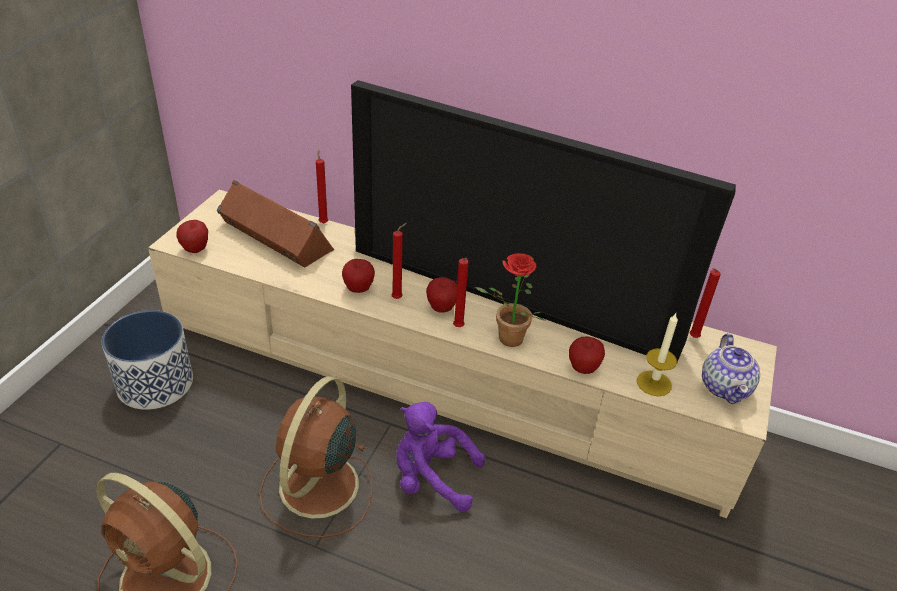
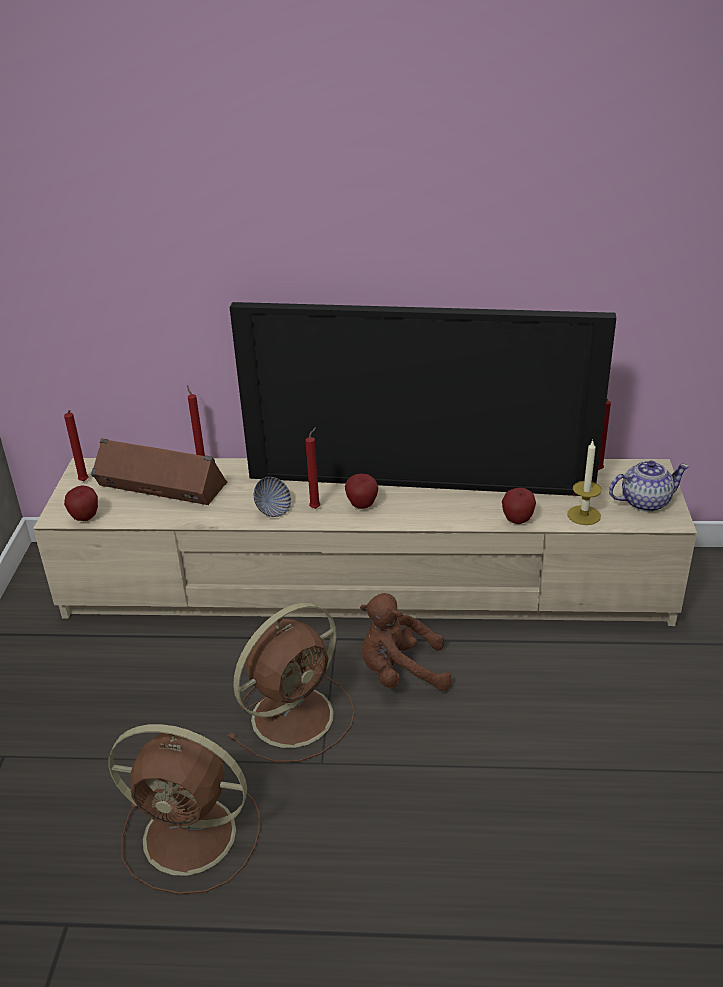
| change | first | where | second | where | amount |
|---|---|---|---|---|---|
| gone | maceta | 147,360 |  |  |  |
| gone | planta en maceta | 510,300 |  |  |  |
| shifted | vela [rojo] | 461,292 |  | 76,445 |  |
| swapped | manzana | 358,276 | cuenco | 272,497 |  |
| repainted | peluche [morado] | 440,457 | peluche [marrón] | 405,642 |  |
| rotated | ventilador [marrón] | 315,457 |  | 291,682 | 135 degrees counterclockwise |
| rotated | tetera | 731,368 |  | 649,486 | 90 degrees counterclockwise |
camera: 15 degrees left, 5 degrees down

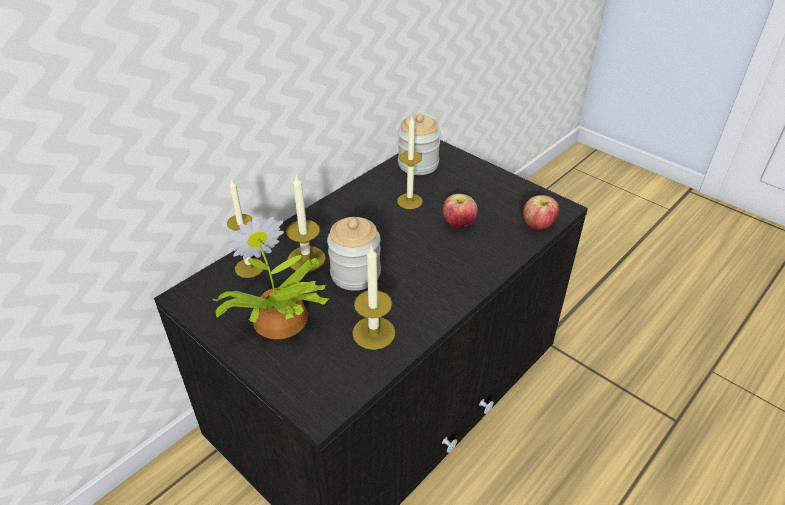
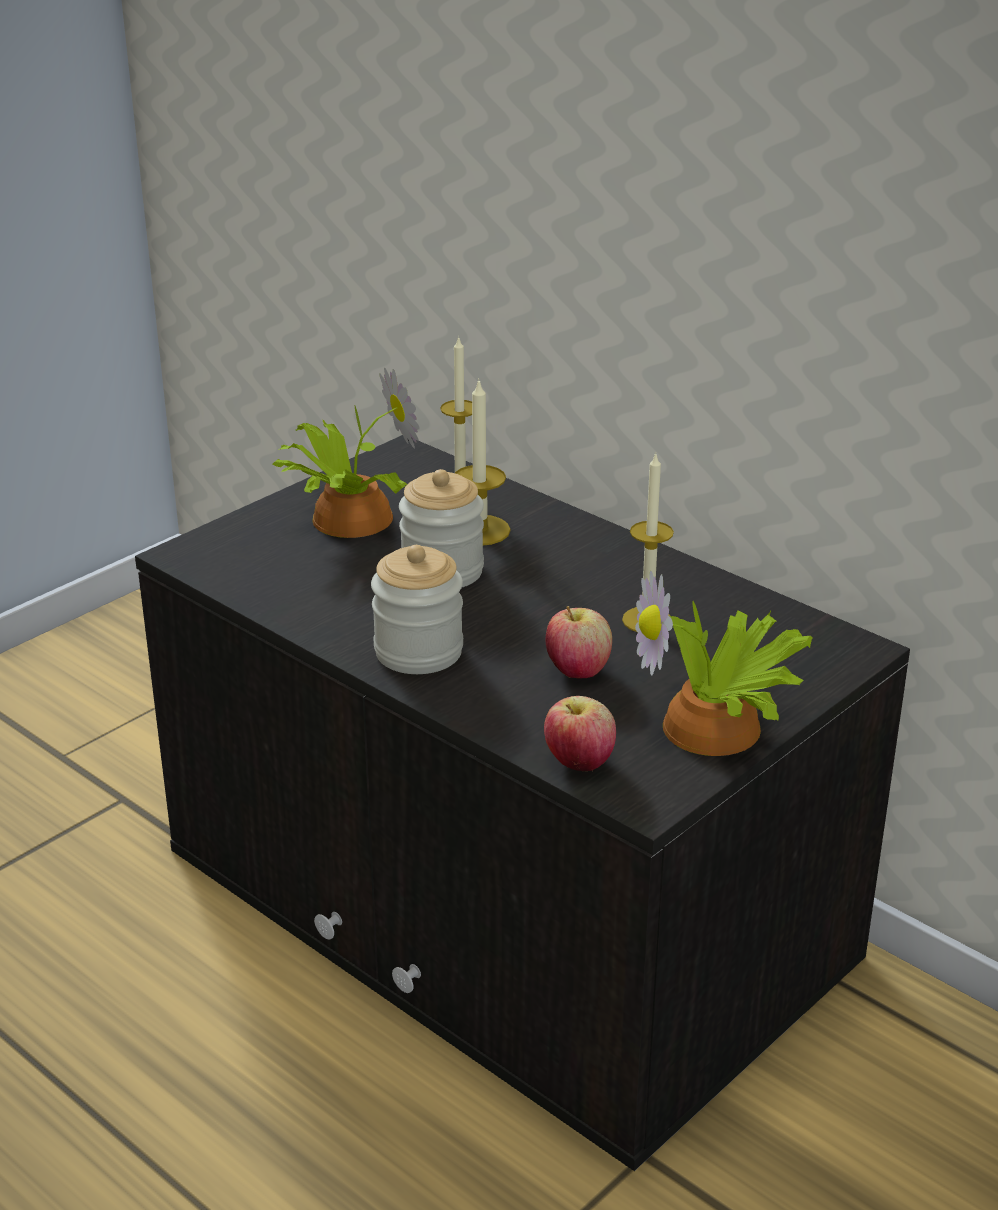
| change | first | where | second | where | amount |
|---|---|---|---|---|---|
| gone | vela | 373,297 |  |  |  |
| new |  |  | planta en maceta | 724,663 |  |
| shifted | tarro | 419,144 |  | 417,609 |  |
camera: 90 degrees right, 10 degrees down

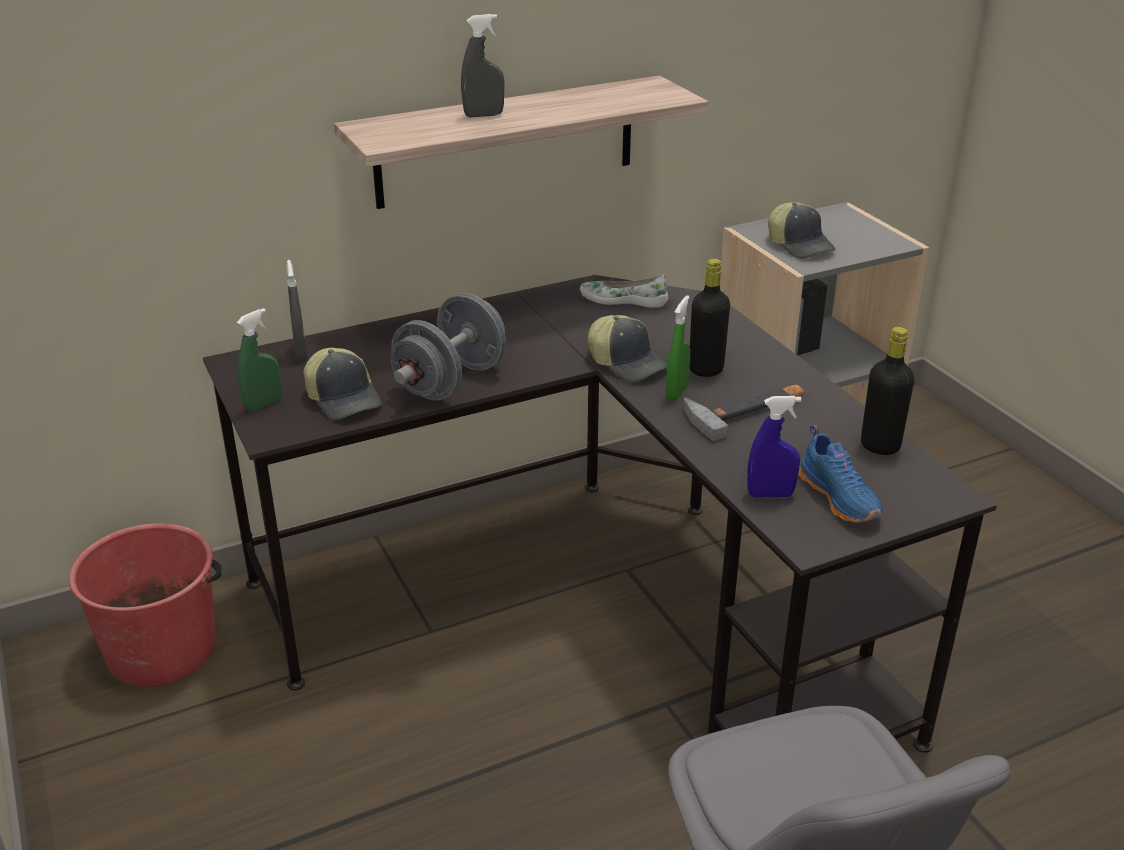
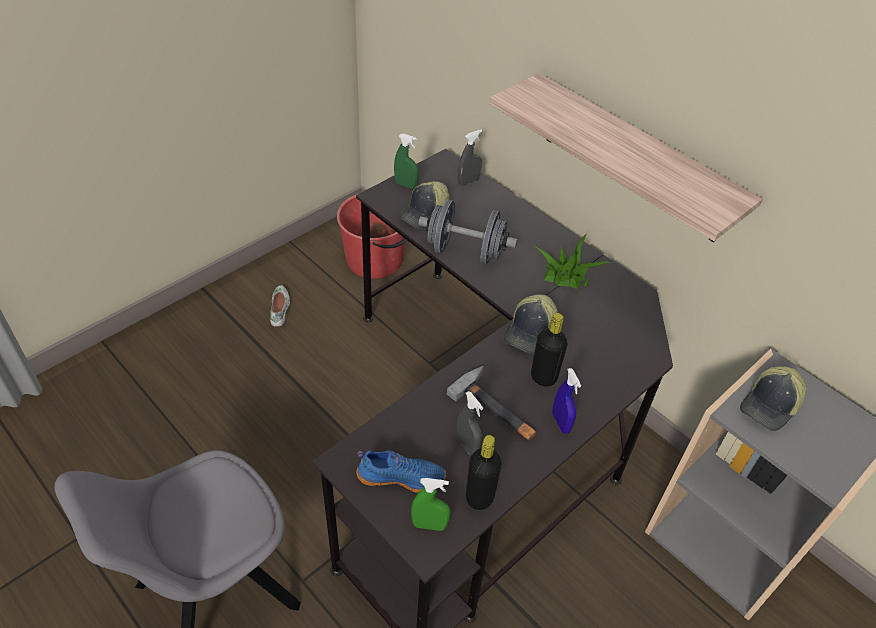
| change | first | where | second | where | amount |
|---|---|---|---|---|---|
| new |  |  | planta en maceta | 573,261 |  |
| shifted | pulverizador [gris] | 482,65 |  | 469,423 |  |
| shifted | zapato [blanco] | 624,291 |  | 280,306 |  |
| shifted | pulverizador [verde] | 678,347 |  | 431,504 |  |
| shifted | pulverizador [azul] | 774,446 |  | 566,401 |  |
| rotated | zapato [azul] | 840,474 |  | 401,472 | 135 degrees counterclockwise |
camera: 70 degrees right, 15 degrees up

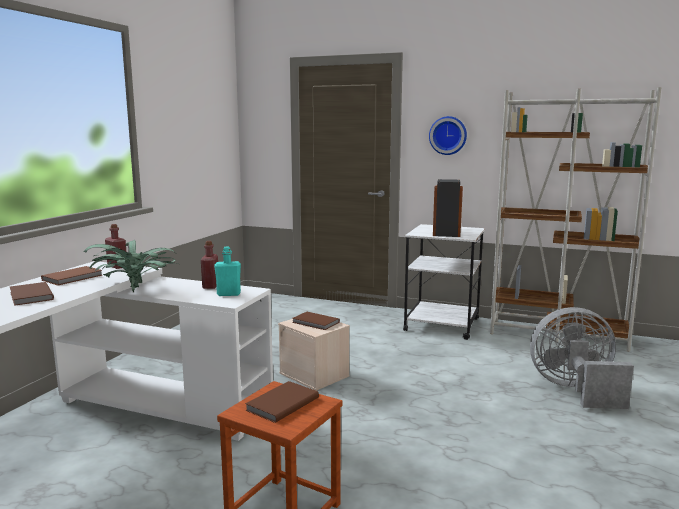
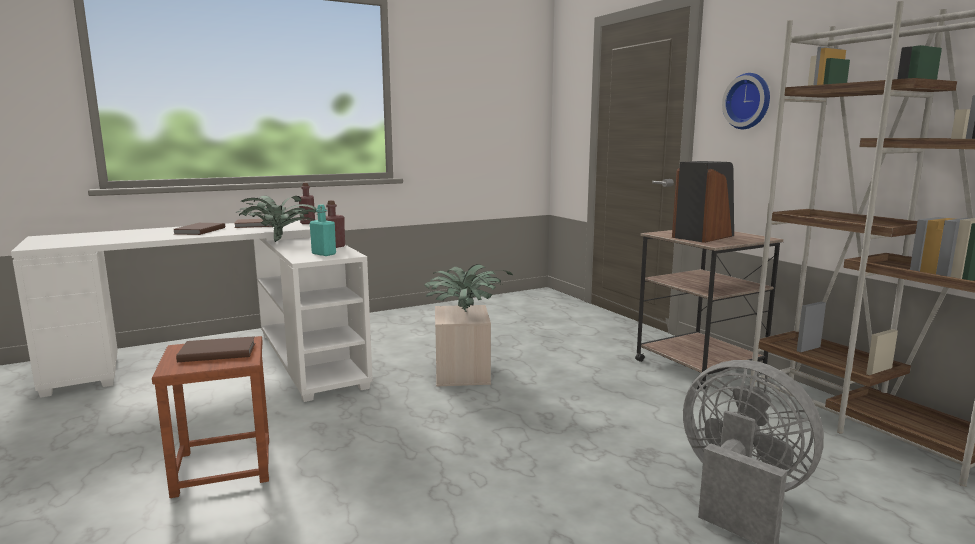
| change | first | where | second | where | amount |
|---|---|---|---|---|---|
| swapped | libro [marrón] | 316,321 | planta en maceta | 468,288 |  |
| repainted | carrito [blanco] | 444,282 | carrito [marrón] | 709,310 |  |
camera: 40 degrees right, 0 degrees up

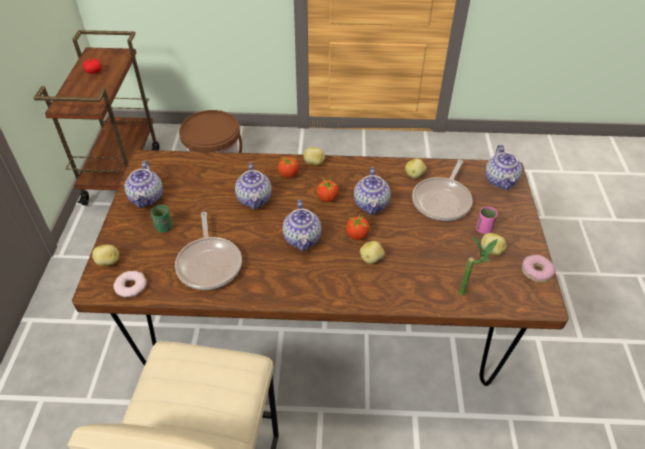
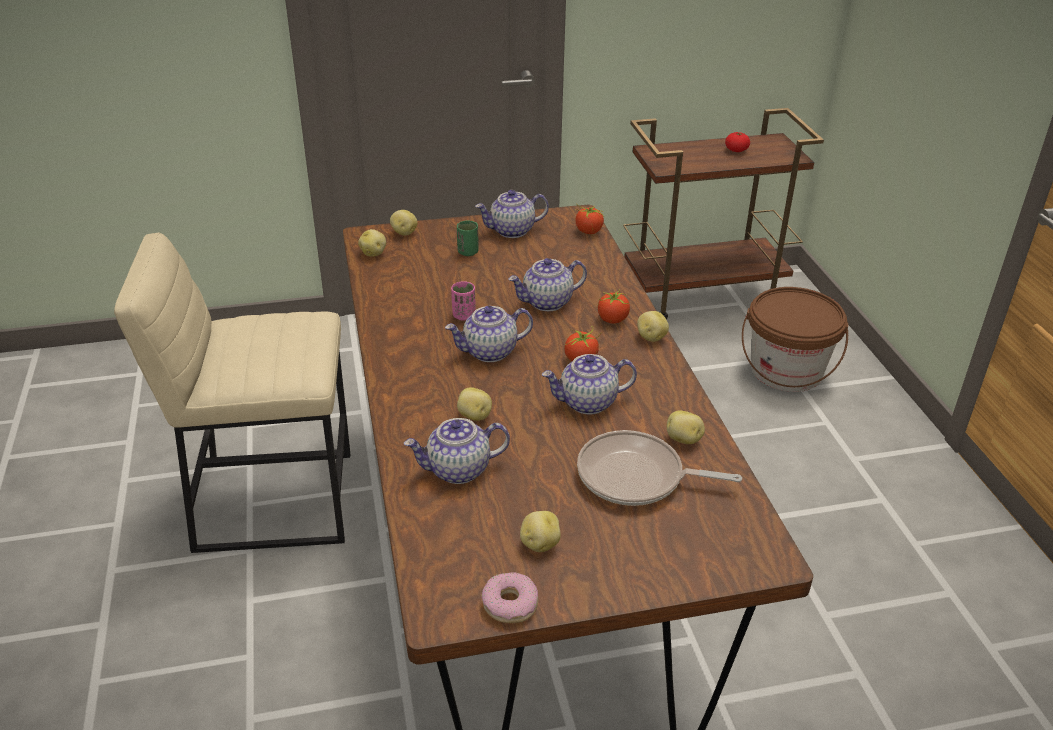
| change | first | where | second | where | amount |
|---|---|---|---|---|---|
| gone | sartén | 208,251 |  |  |  |
| gone | planta en maceta | 478,265 |  |  |  |
| shifted | tomate | 358,227 |  | 589,219 |  |
| shifted | taza [rosa] | 487,220 |  | 463,301 |  |
| shifted | tetera | 503,167 |  | 457,451 |  |
| swapped | rosquilla | 130,284 | patata | 372,242 |  |
camera: 75 degrees right, 10 degrees down

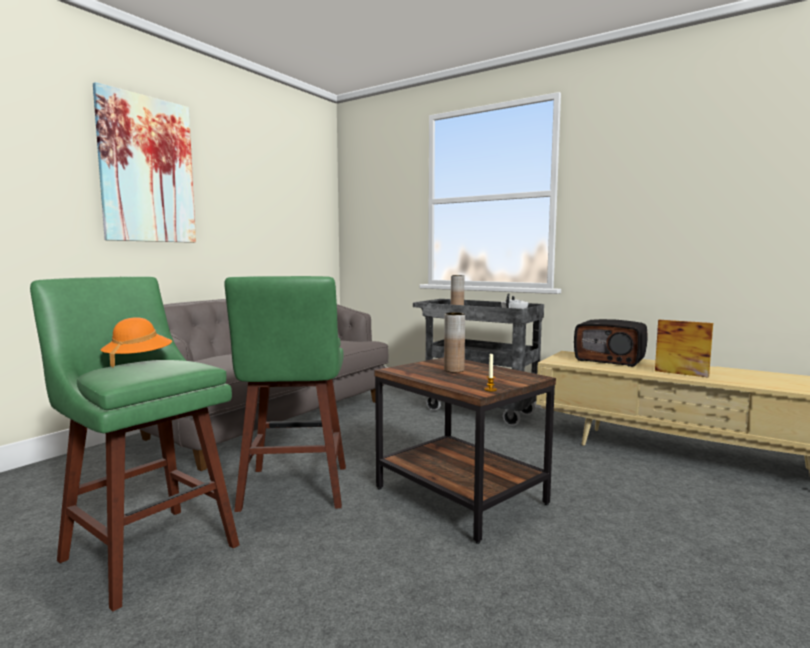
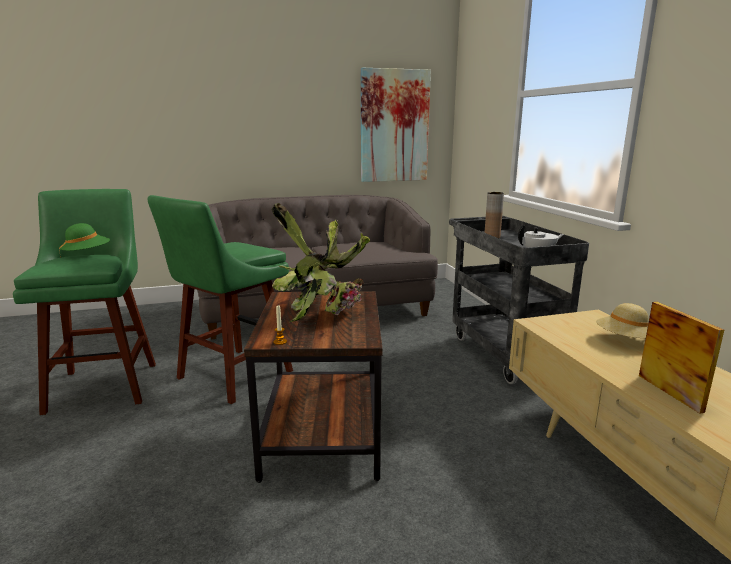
| change | first | where | second | where | amount |
|---|---|---|---|---|---|
| shifted | cuadro | 144,162 |  | 396,125 |  |
| swapped | florero [marrón] | 454,342 | planta en maceta | 321,262 |  |
| swapped | radio | 610,343 | sombrero [beis] | 622,320 |  |
| repainted | sombrero [naranja] | 136,342 | sombrero [verde] | 84,240 |  |
camera: 40 degrees right, 10 degrees up

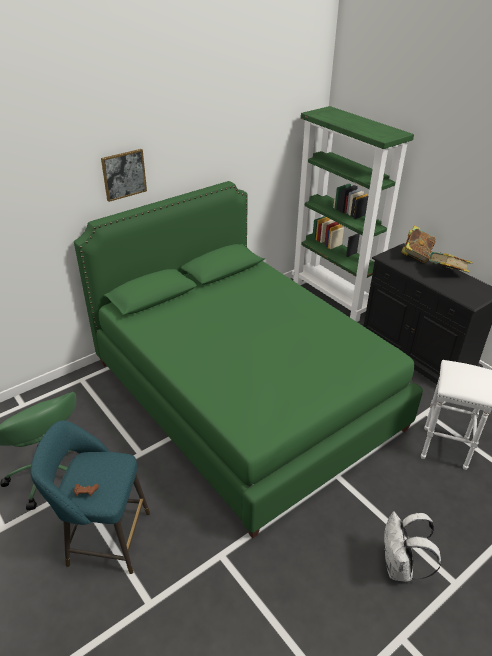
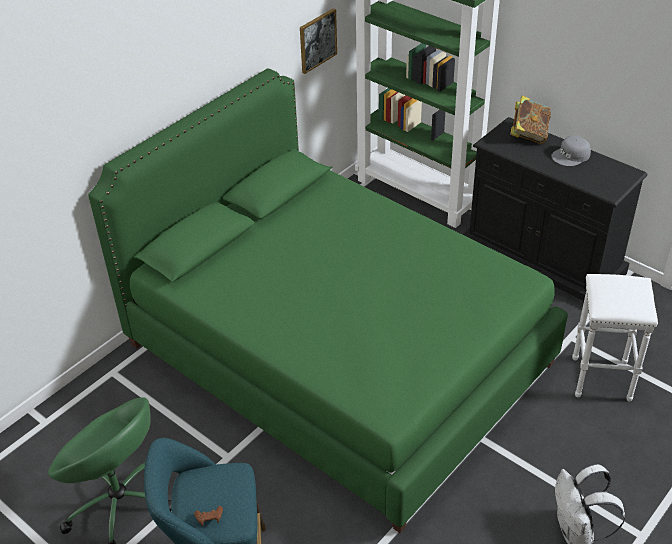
| change | first | where | second | where | amount |
|---|---|---|---|---|---|
| shifted | cuadro | 124,175 |  | 318,41 |  |
| swapped | libro | 450,262 | gorra [gris] | 571,151 |  |
camera: 10 degrees left, 5 degrees up

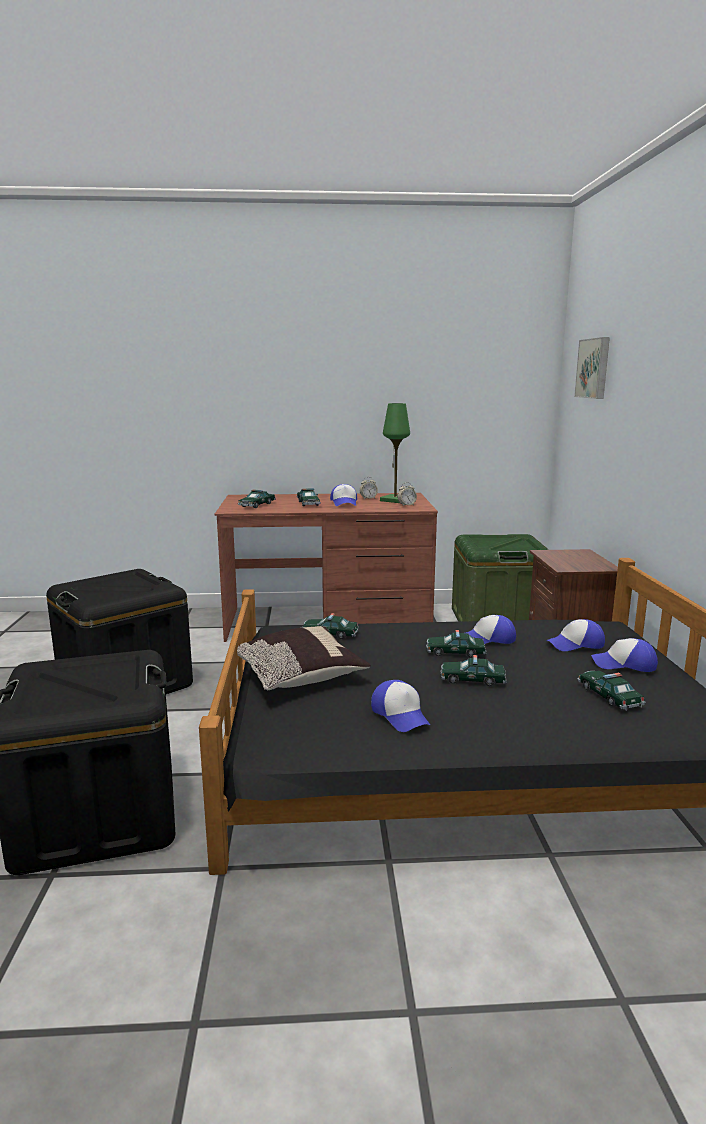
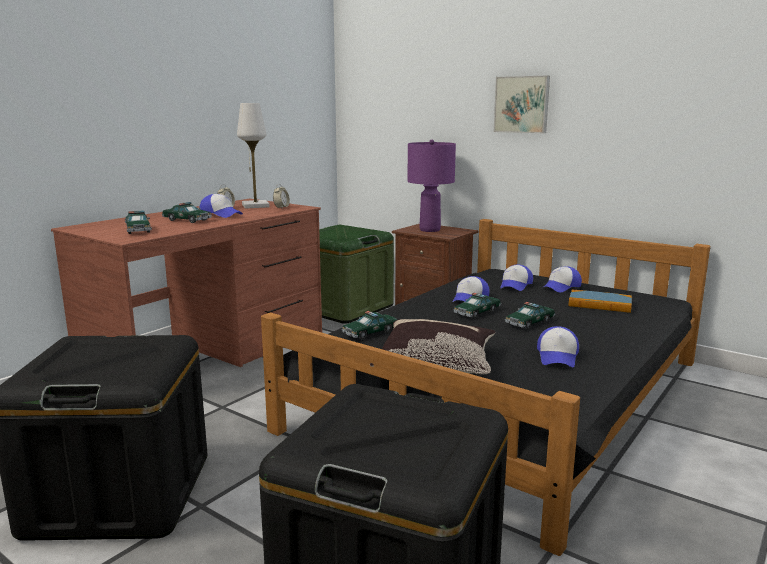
| change | first | where | second | where | amount |
|---|---|---|---|---|---|
| new |  |  | lámpara de mesa [morado] | 431,186 |  |
| shifted | cuadro | 592,368 |  | 522,104 |  |
| swapped | coche de juguete | 611,691 | libro | 600,301 |  |
| repainted | lámpara de mesa [verde] | 395,453 | lámpara de mesa [blanco] | 253,156 |  |
| rotated | gorra | 400,706 |  | 558,346 | 90 degrees clockwise |
camera: 50 degrees left, 0 degrees up

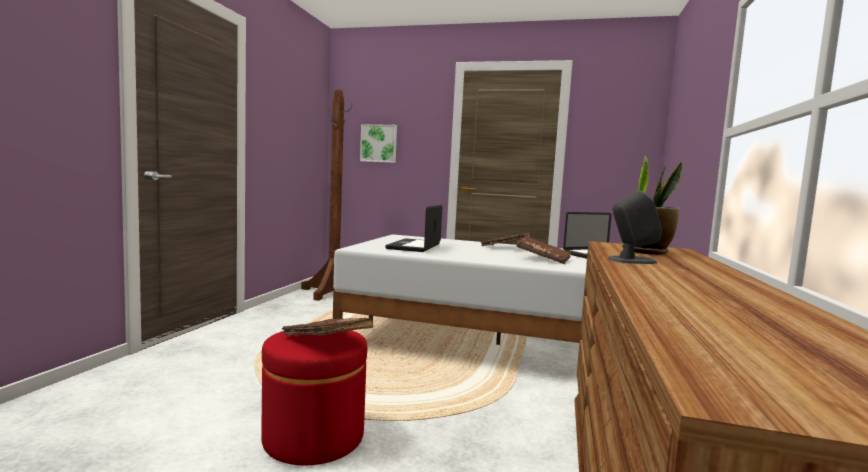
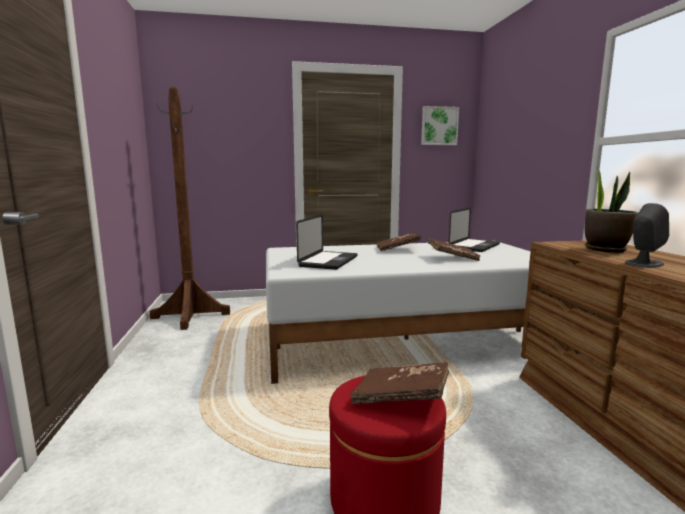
| change | first | where | second | where | amount |
|---|---|---|---|---|---|
| shifted | cuadro | 378,143 |  | 440,125 |  |
| rotated | portátil | 414,228 |  | 327,242 | 150 degrees counterclockwise |
camera: 25 degrees left, 5 degrees up

